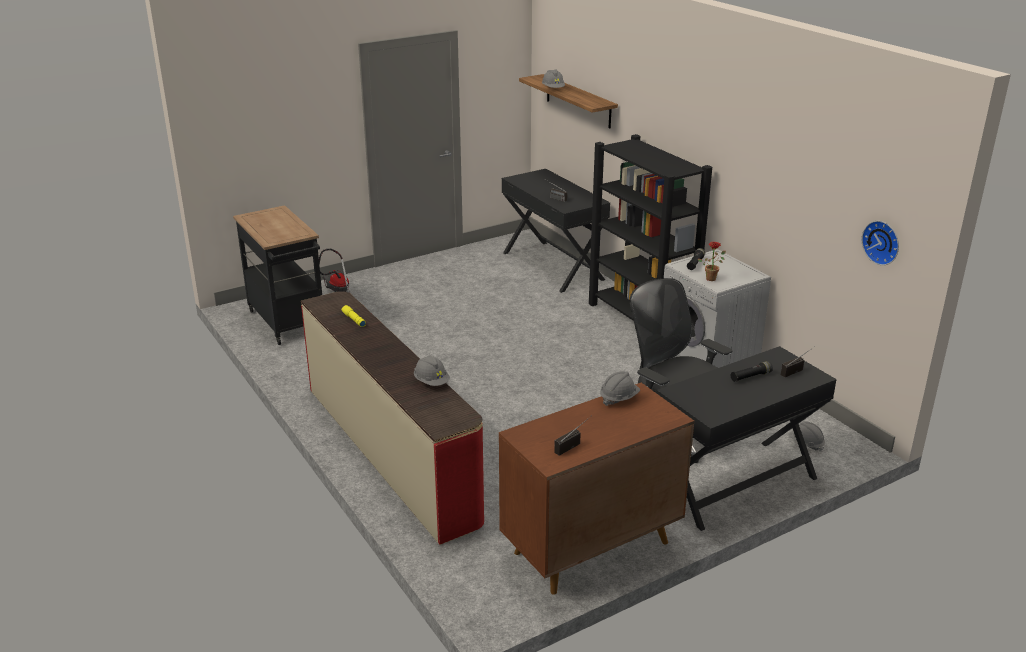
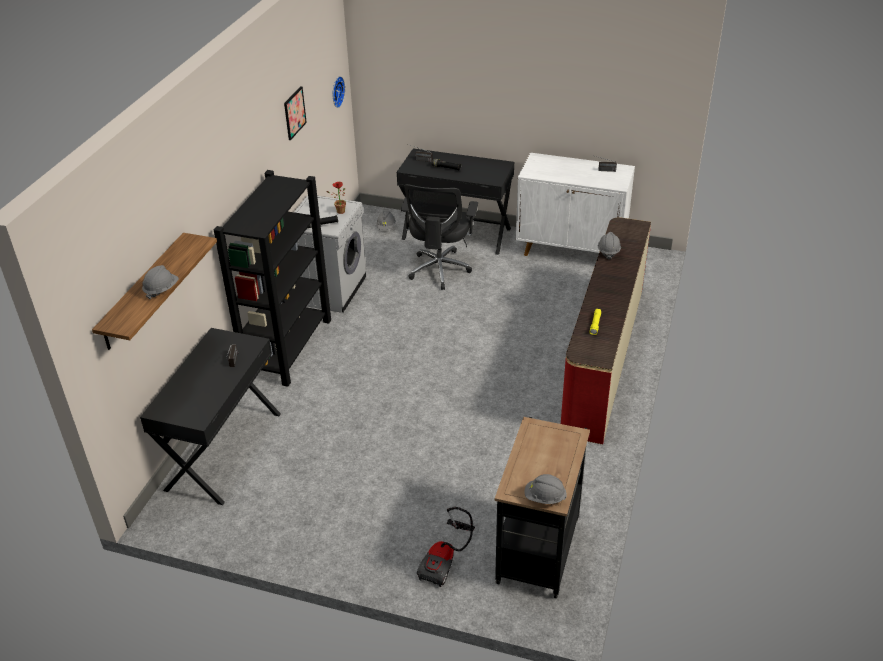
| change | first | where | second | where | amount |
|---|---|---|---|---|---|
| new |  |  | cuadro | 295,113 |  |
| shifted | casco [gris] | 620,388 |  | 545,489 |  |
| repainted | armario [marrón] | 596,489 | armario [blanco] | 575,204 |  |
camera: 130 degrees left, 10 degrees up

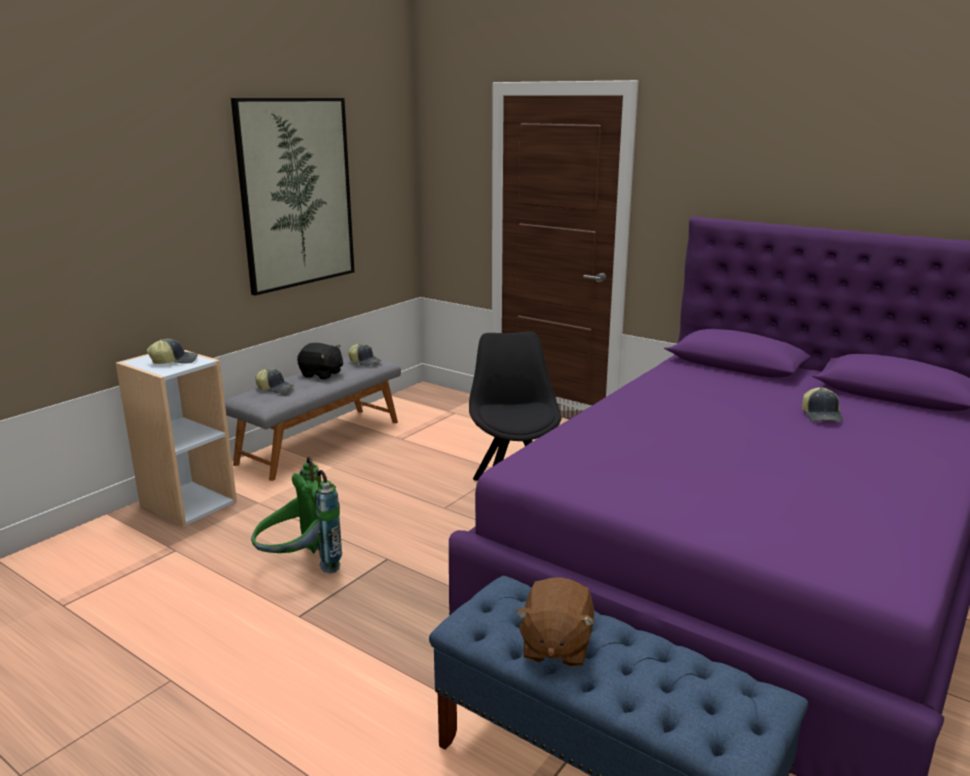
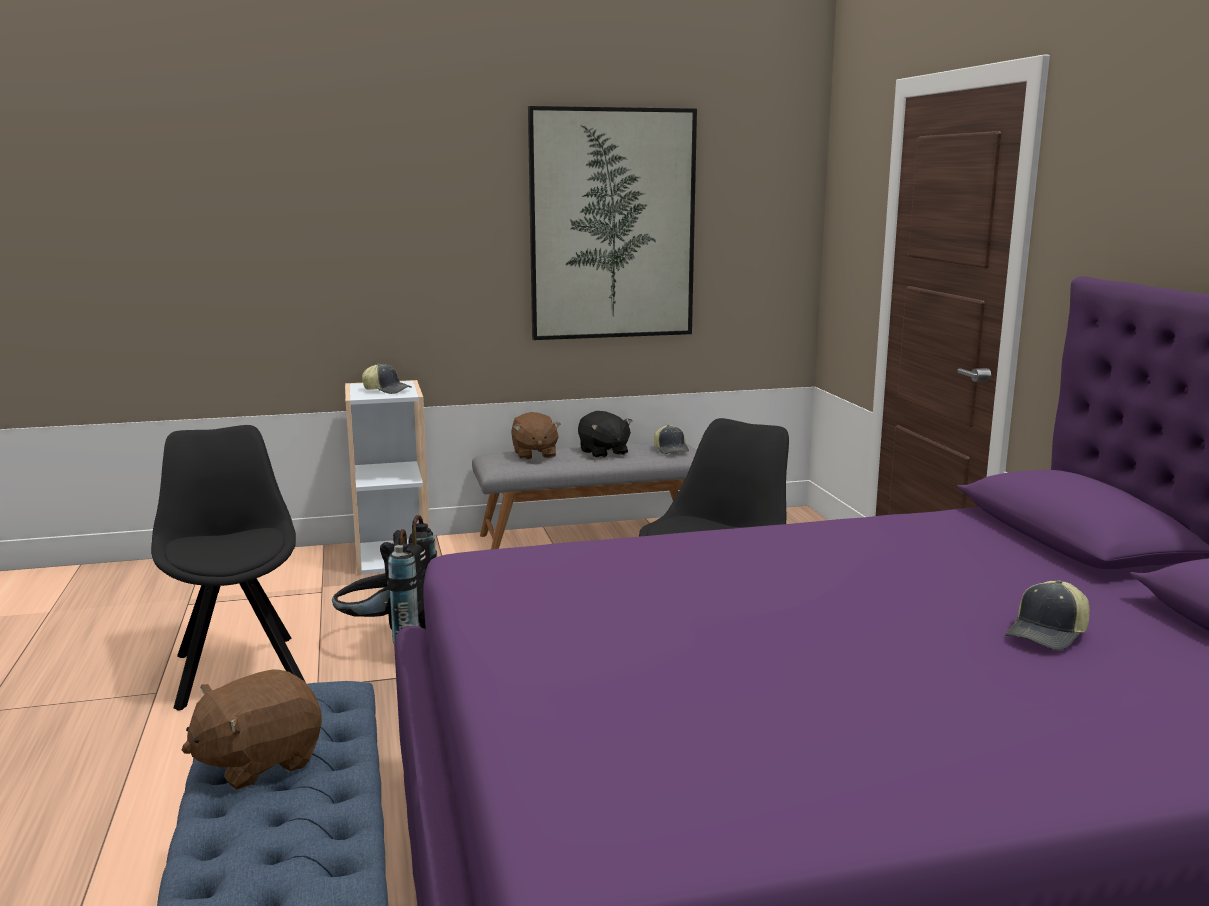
| change | first | where | second | where | amount |
|---|---|---|---|---|---|
| new |  |  | silla [negro] | 228,567 |  |
| swapped | gorra | 274,381 | peluche [marrón] | 536,436 |  |
| repainted | mochila [verde] | 296,515 | mochila [negro] | 384,579 |  |
camera: 40 degrees right, 5 degrees down

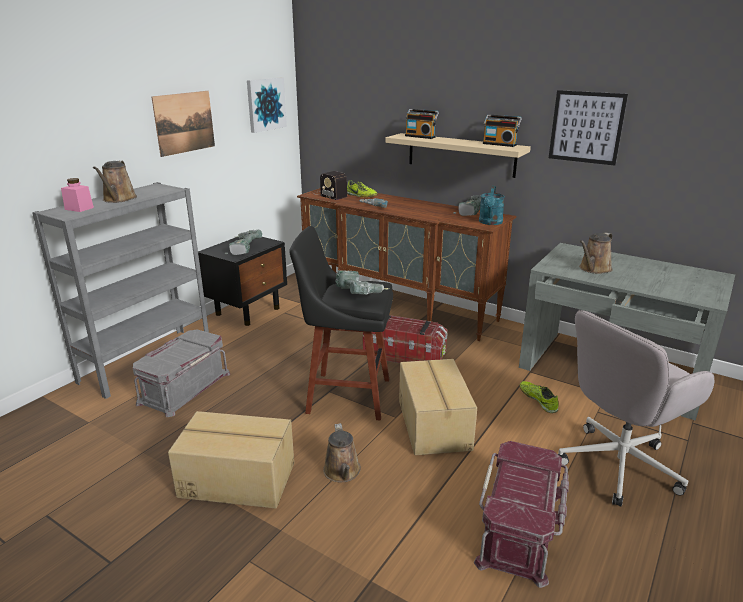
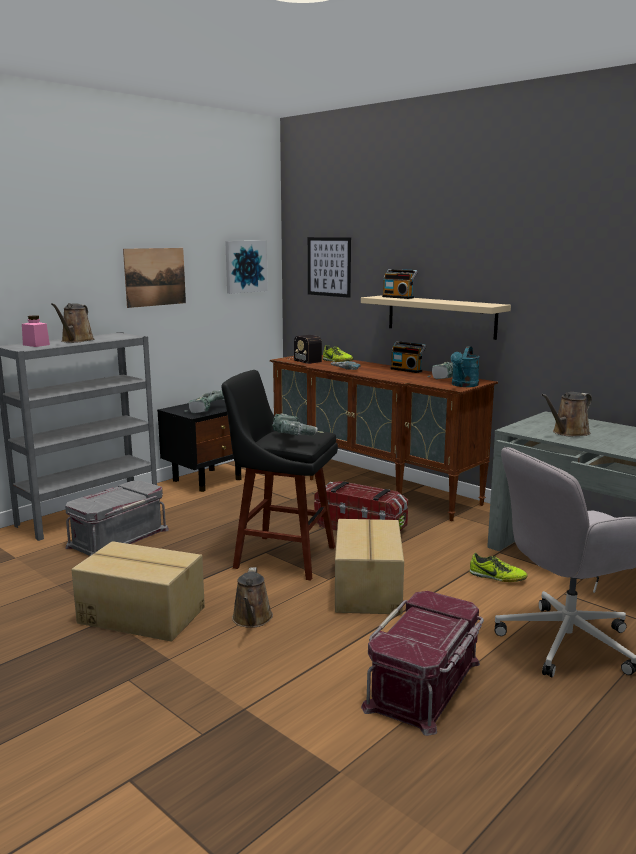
| change | first | where | second | where | amount |
|---|---|---|---|---|---|
| shifted | radio | 502,130 |  | 408,357 |  |
| shifted | cuadro | 588,128 |  | 329,267 |  |
| rotated | zapato | 538,397 |  | 498,567 | 135 degrees clockwise |
camera: 10 degrees right, 10 degrees down

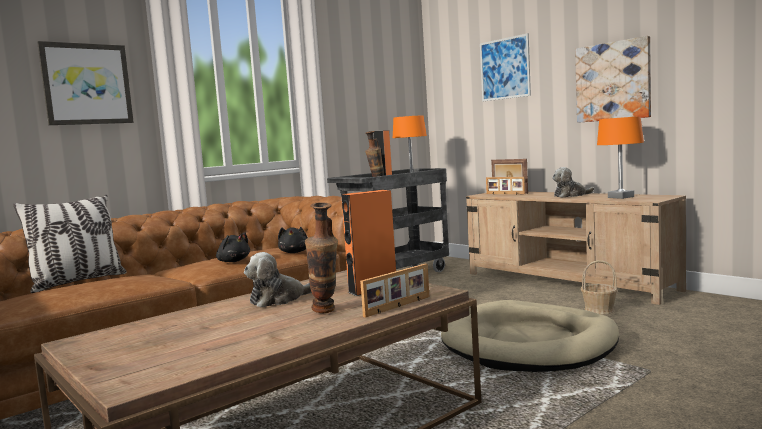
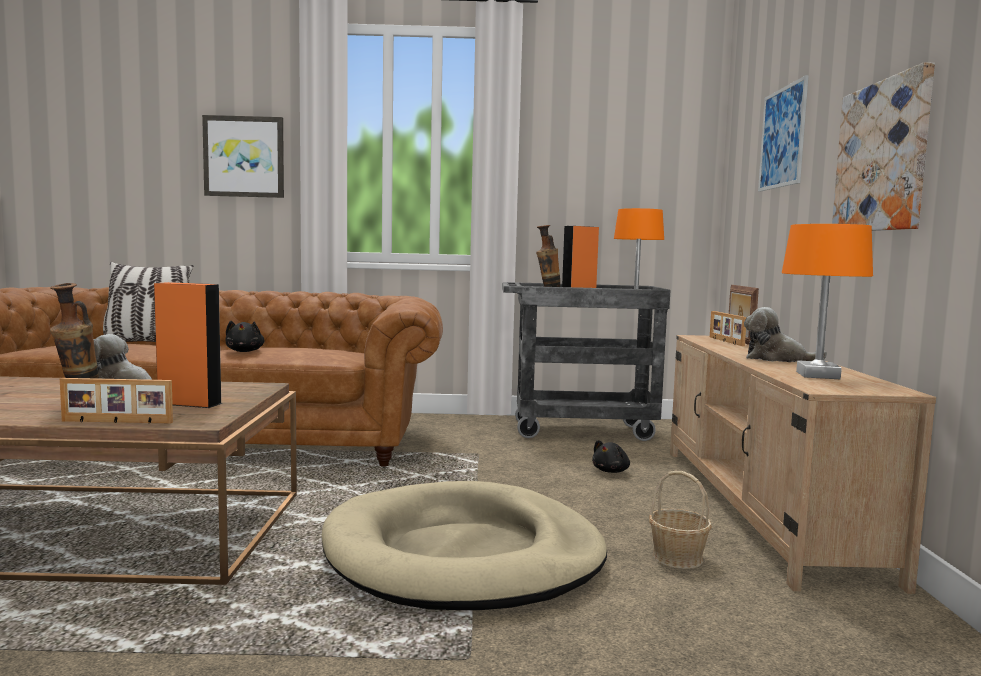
| change | first | where | second | where | amount |
|---|---|---|---|---|---|
| shifted | peluche [negro] | 293,240 |  | 611,456 |  |
camera: 40 degrees right, 0 degrees up

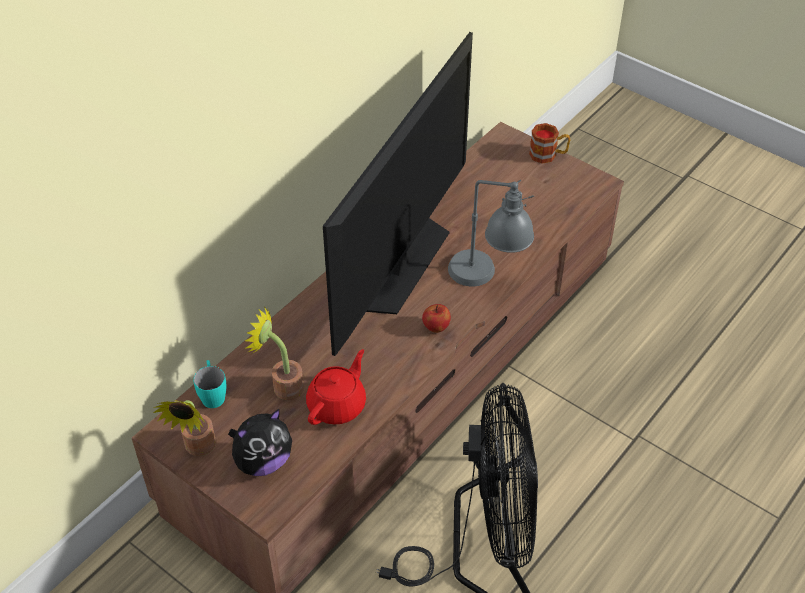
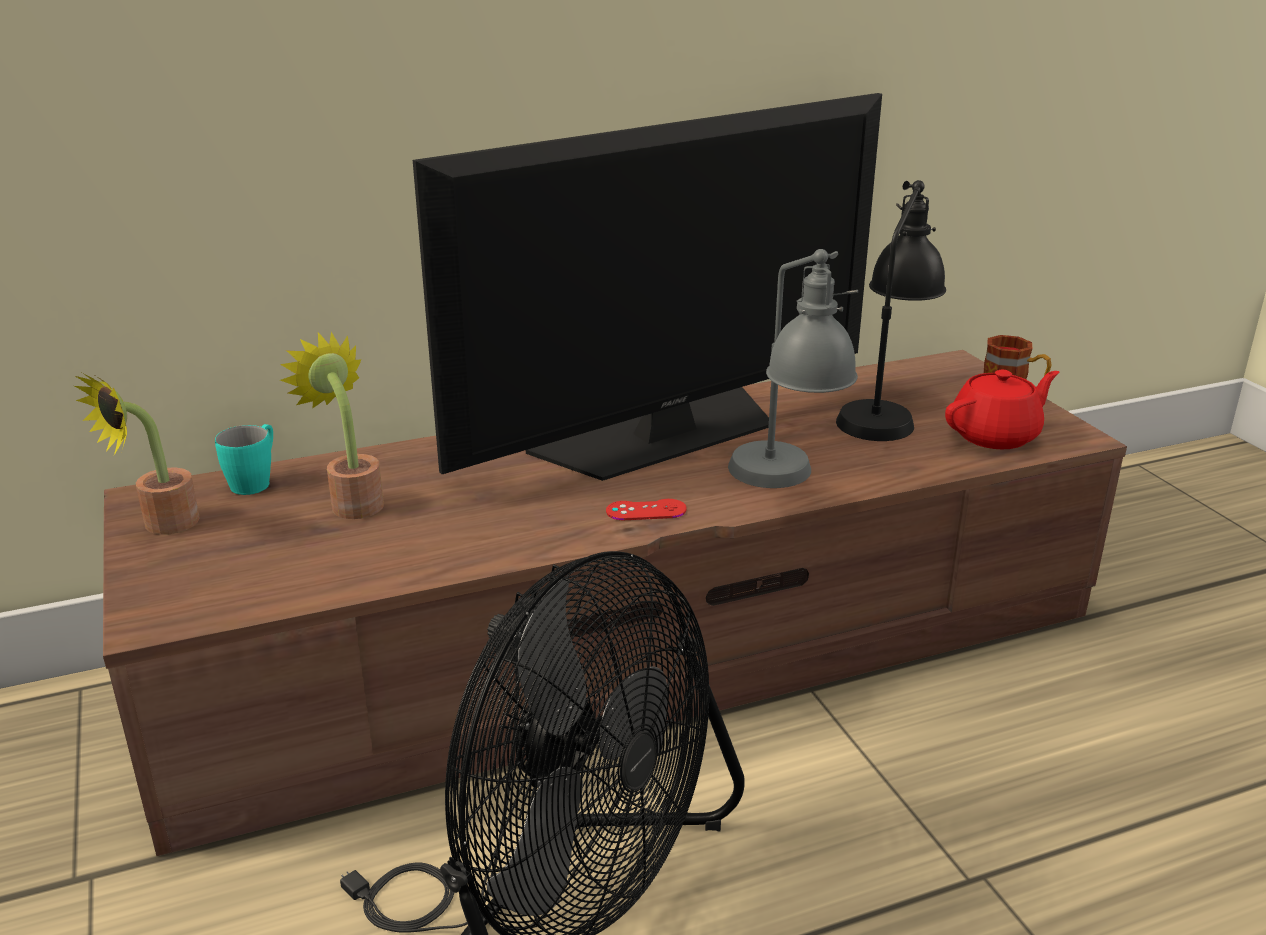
| change | first | where | second | where | amount |
|---|---|---|---|---|---|
| gone | peluche | 260,442 |  |  |  |
| new |  |  | lámpara de mesa [negro] | 891,310 |  |
| shifted | tetera [rojo] | 336,387 |  | 1002,409 |  |
| swapped | manzana | 436,318 | mando de consola [rojo] | 646,509 |  |
camera: 30 degrees right, 20 degrees down

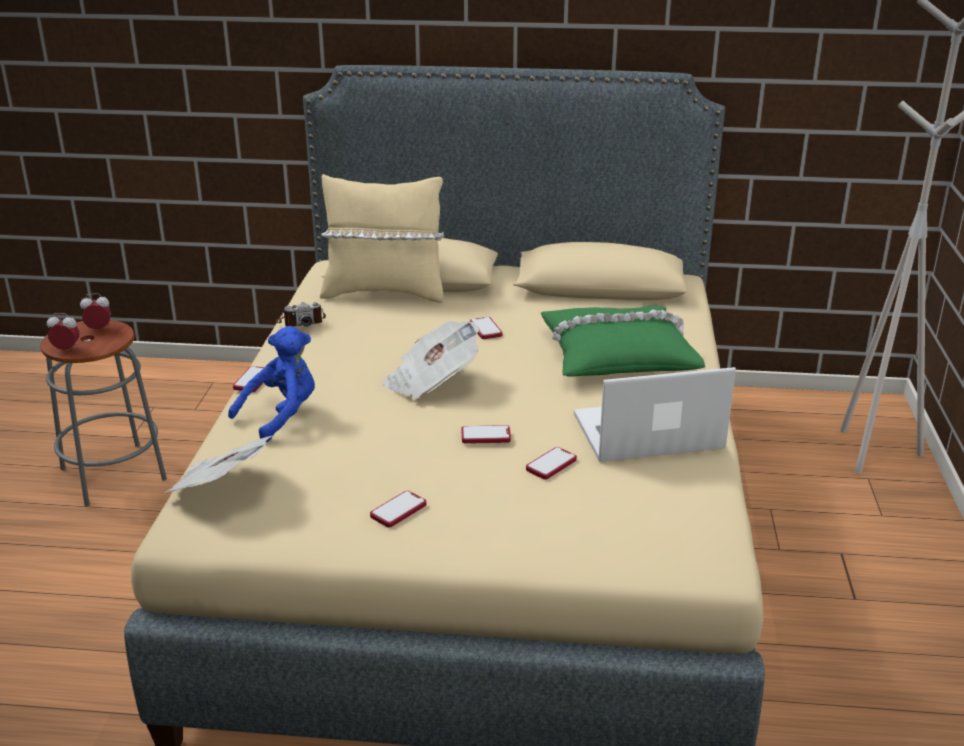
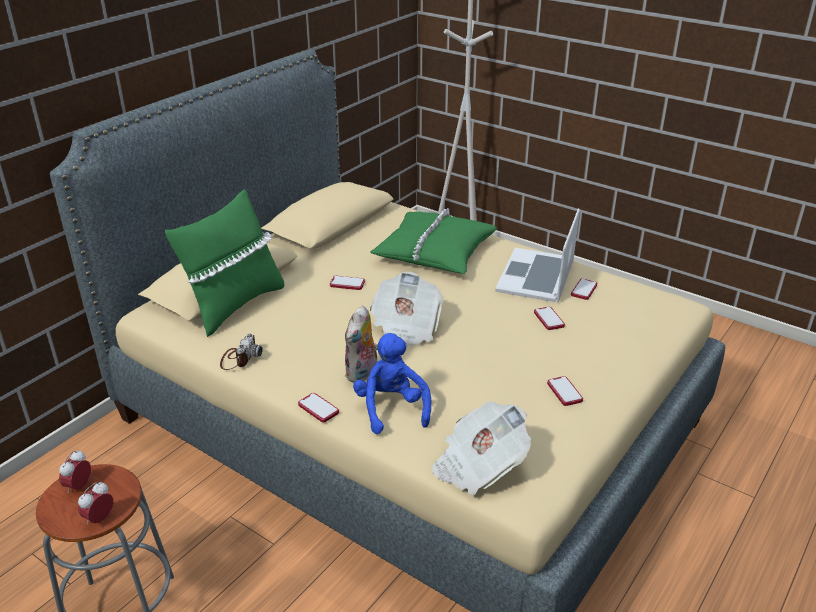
| change | first | where | second | where | amount |
|---|---|---|---|---|---|
| new |  |  | peluche | 361,344 |  |
| shifted | móvil | 486,434 |  | 584,289 |  |
| repainted | cojín [beis] | 382,238 | cojín [verde] | 225,263 |  |
camera: 60 degrees left, 5 degrees up

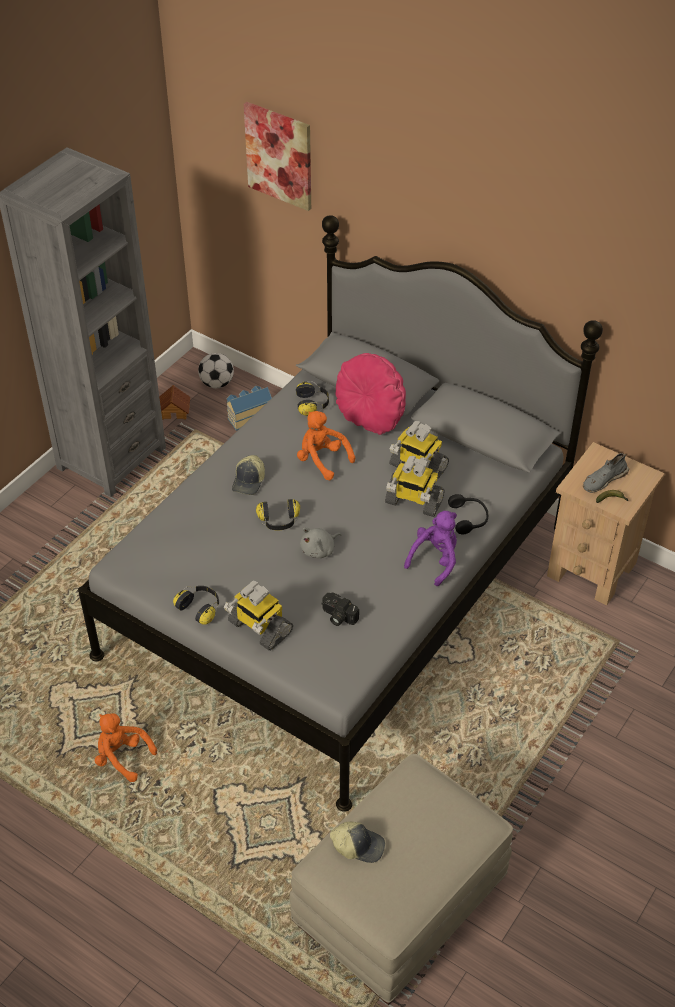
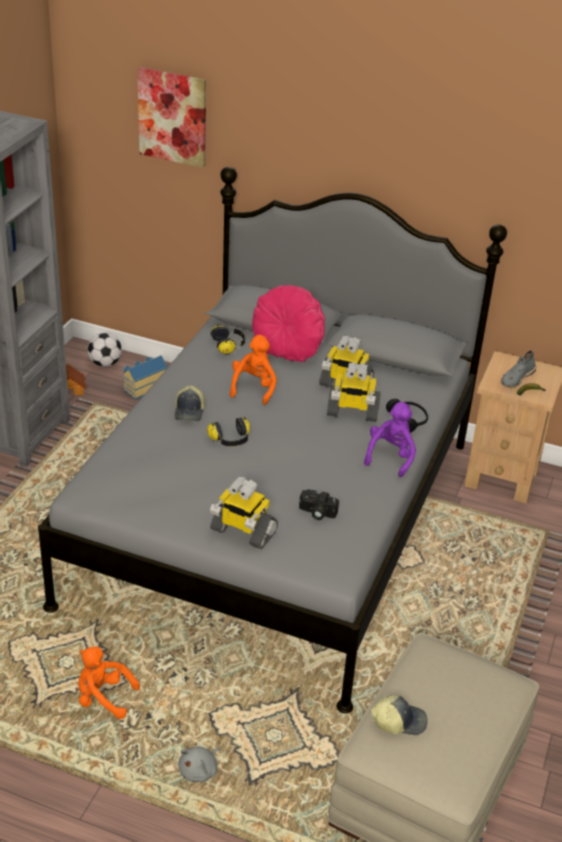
| change | first | where | second | where | amount |
|---|---|---|---|---|---|
| gone | auriculares | 196,605 |  |  |  |
| shifted | peluche [gris] | 321,543 |  | 199,764 |  |
| rotated | peluche [naranja] | 326,445 |  | 253,370 | 75 degrees clockwise |
camera: 15 degrees left, 10 degrees down

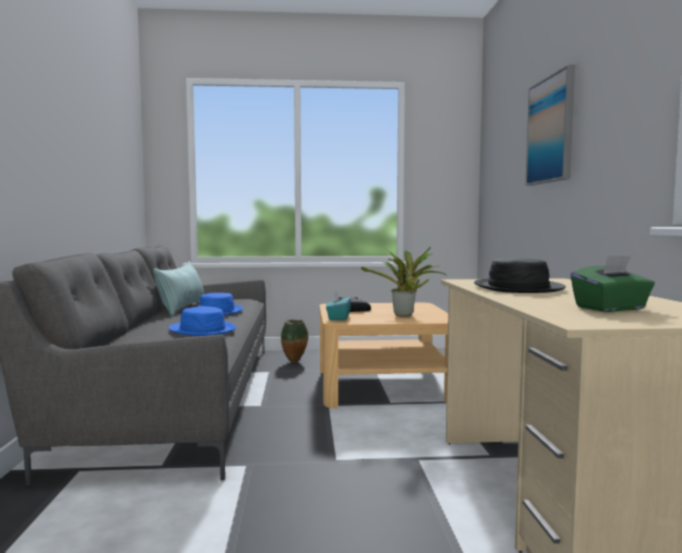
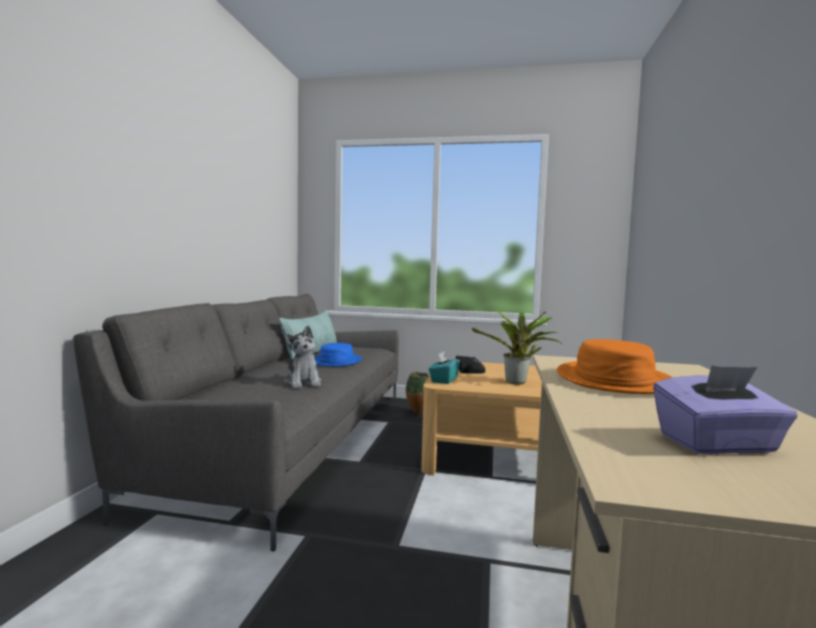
| change | first | where | second | where | amount |
|---|---|---|---|---|---|
| gone | cuadro | 550,125 |  |  |  |
| swapped | sombrero [azul] | 203,321 | peluche | 302,357 |  |
| repainted | sombrero [negro] | 520,275 | sombrero [naranja] | 615,366 |  |
| repainted | caja de pañuelos [verde] | 613,283 | caja de pañuelos [morado] | 725,409 |  |
camera: 15 degrees right, 0 degrees up

